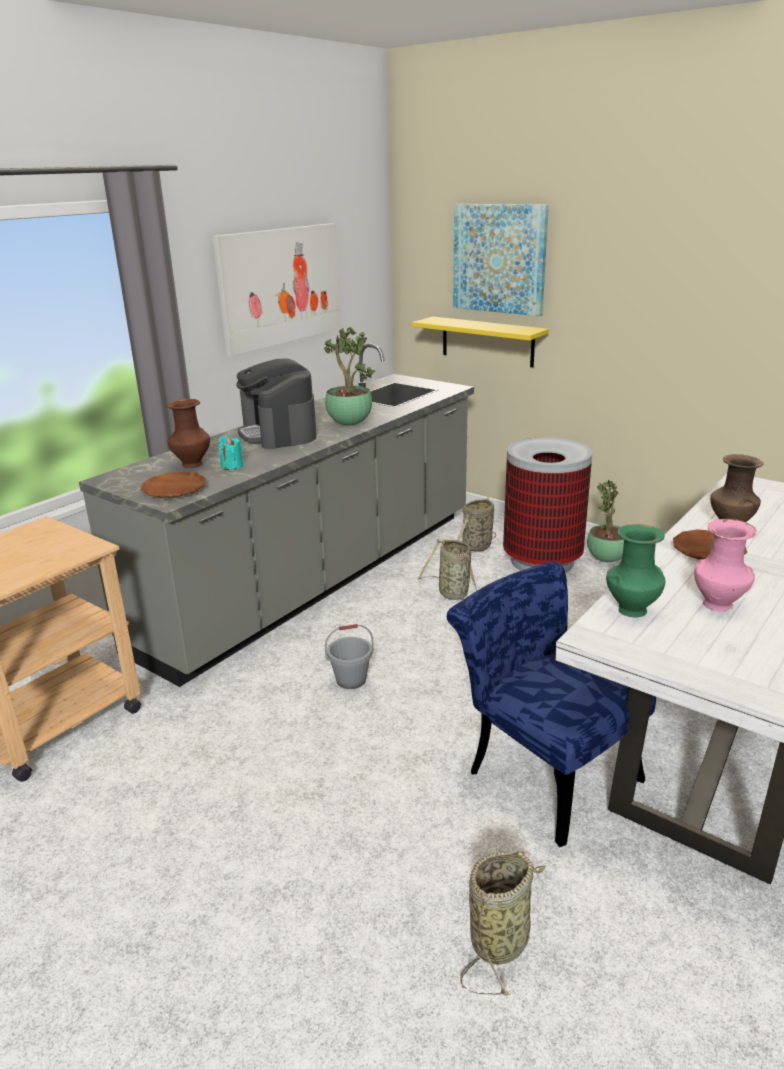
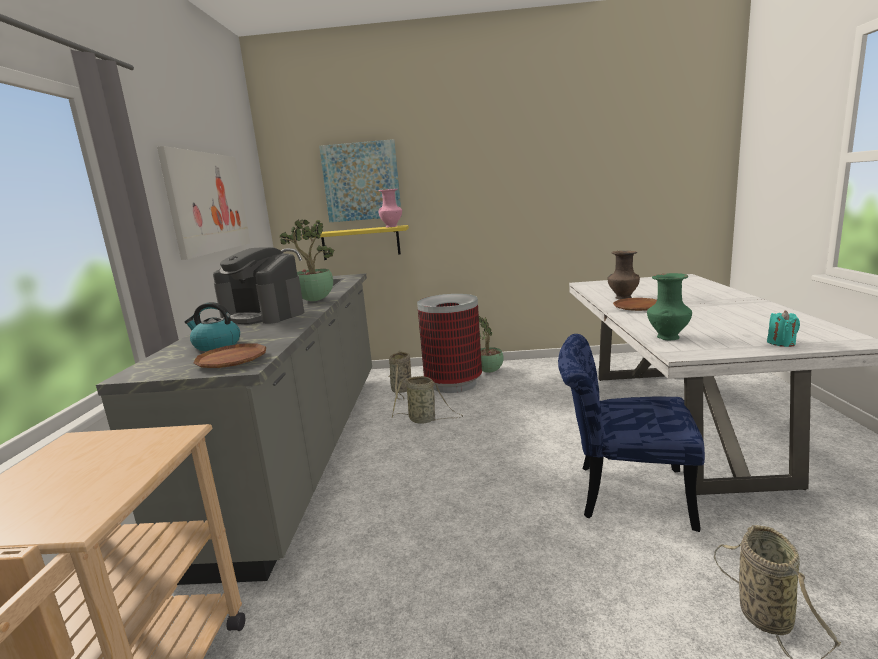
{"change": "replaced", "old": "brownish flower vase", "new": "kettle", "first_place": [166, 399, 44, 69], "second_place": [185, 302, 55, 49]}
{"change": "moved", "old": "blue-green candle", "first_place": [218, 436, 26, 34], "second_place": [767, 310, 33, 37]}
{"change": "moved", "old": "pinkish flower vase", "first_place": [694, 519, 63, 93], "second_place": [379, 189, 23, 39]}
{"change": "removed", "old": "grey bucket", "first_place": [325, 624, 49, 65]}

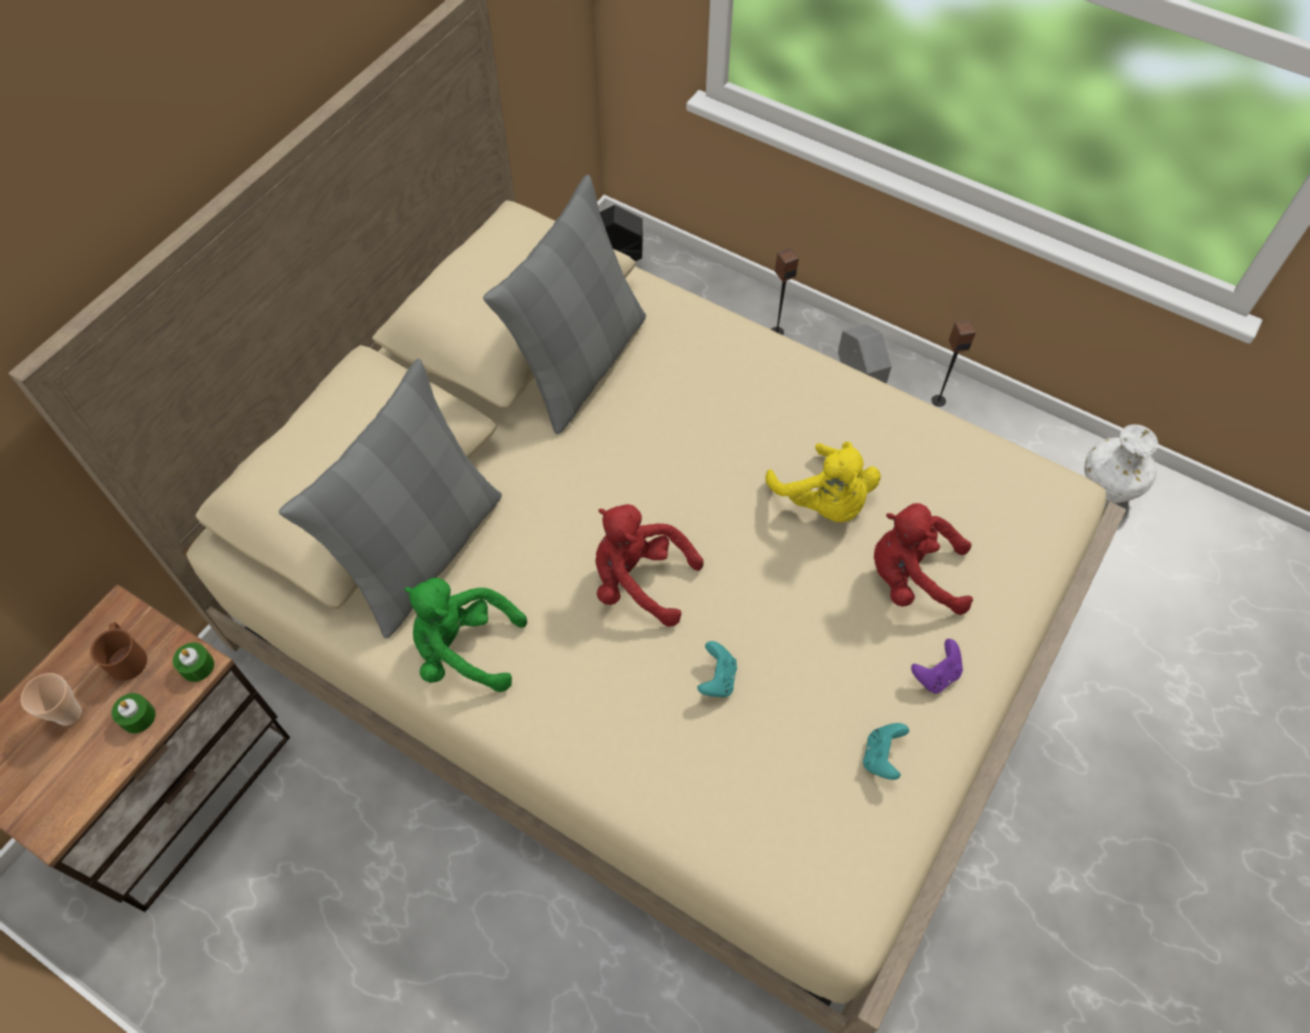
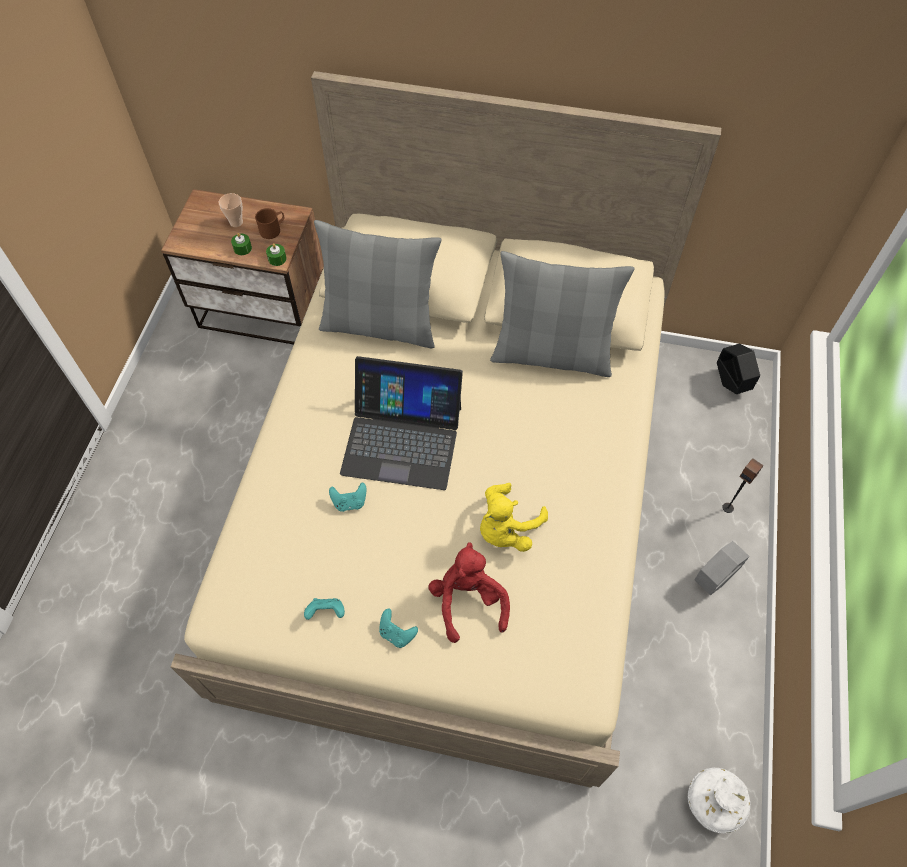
{"change": "removed", "old": "loudspeaker", "first_place": [931, 320, 45, 87]}
{"change": "replaced", "old": "red-coloured plush toy", "new": "laptop", "first_place": [596, 504, 108, 123], "second_place": [340, 356, 123, 134]}
{"change": "removed", "old": "greenish plush toy", "first_place": [404, 578, 123, 114]}
{"change": "recoloured", "old": "purplish gamepad", "new": "blue-green gamepad", "first_place": [911, 639, 52, 54], "second_place": [379, 609, 39, 39]}

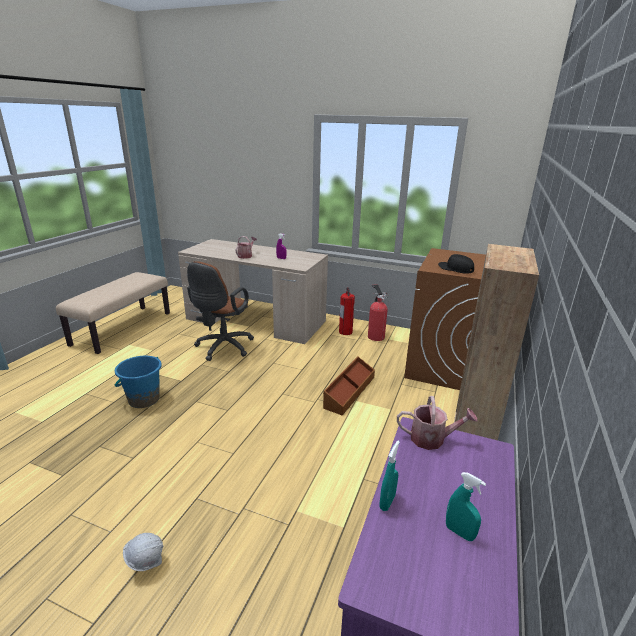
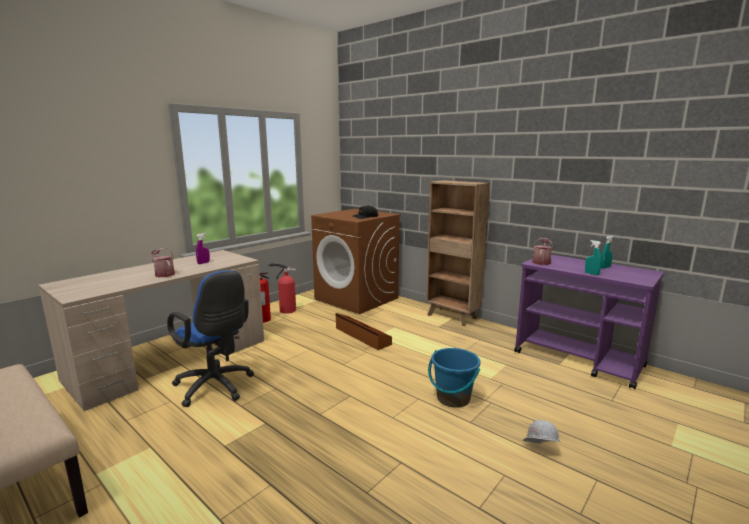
{"change": "recoloured", "old": "brownish office chair", "new": "bluish office chair", "first_place": [187, 261, 67, 100], "second_place": [167, 271, 87, 136]}
{"change": "moved", "old": "bluish bucket", "first_place": [115, 356, 47, 52], "second_place": [428, 348, 53, 60]}

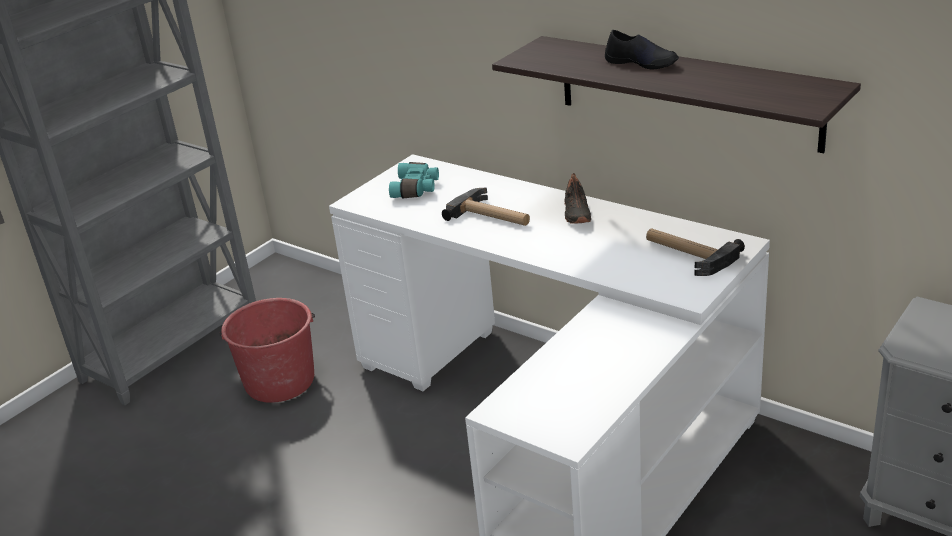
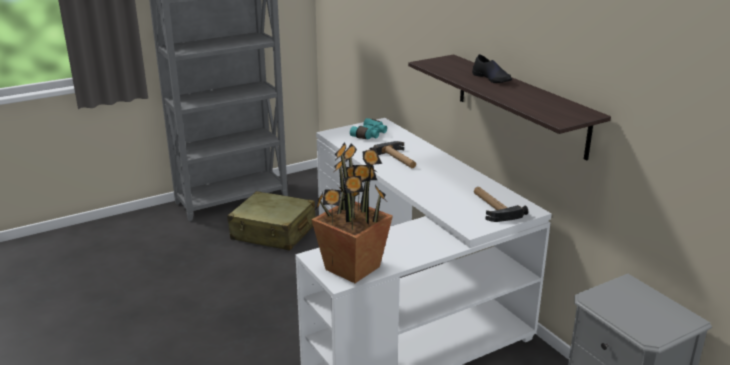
{"change": "removed", "old": "black shoe", "first_place": [564, 173, 27, 51]}
{"change": "replaced", "old": "red-coloured bucket", "new": "beige suitcase", "first_place": [220, 298, 95, 105], "second_place": [227, 191, 89, 60]}
{"change": "added", "new": "potted plant", "second_place": [311, 142, 82, 141]}

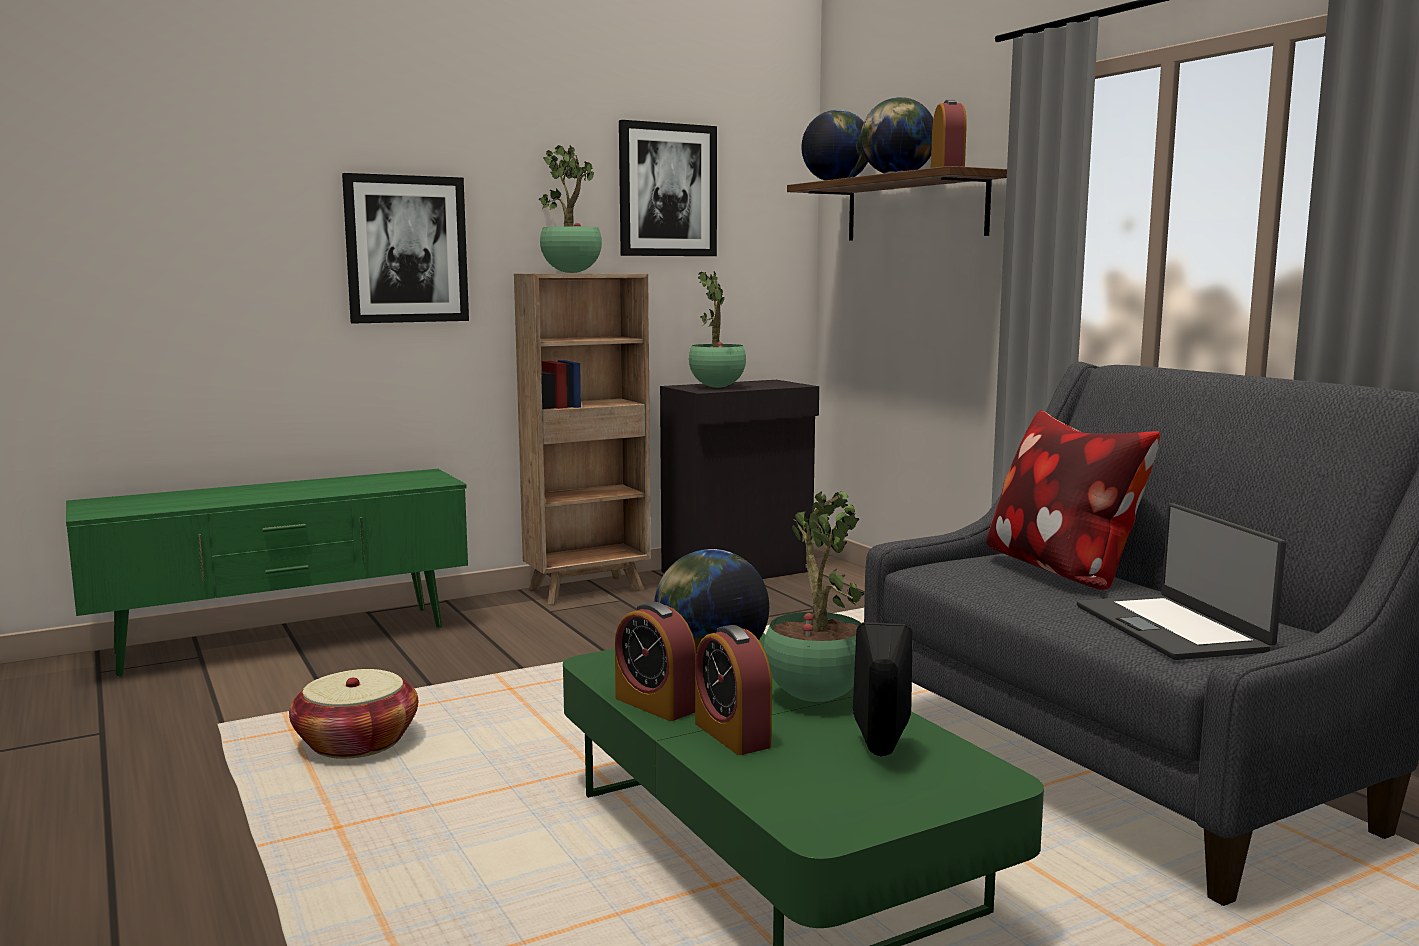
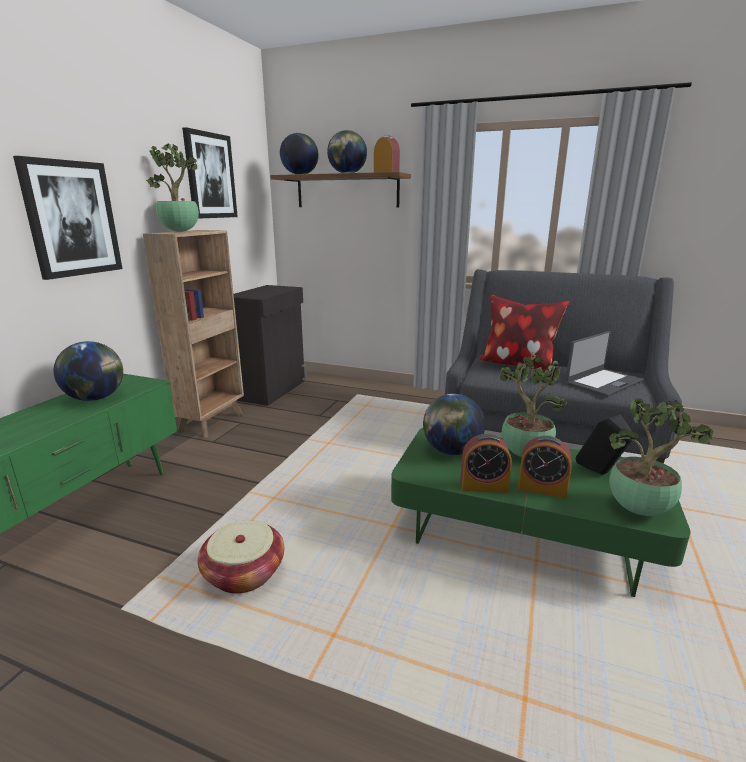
{"change": "moved", "old": "potted plant", "first_place": [689, 272, 57, 116], "second_place": [608, 399, 105, 117]}
{"change": "turned", "old": "laptop", "first_place": [1077, 503, 209, 157], "second_place": [565, 331, 78, 66], "degrees": -75}
{"change": "added", "new": "world globe", "second_place": [54, 341, 69, 60]}

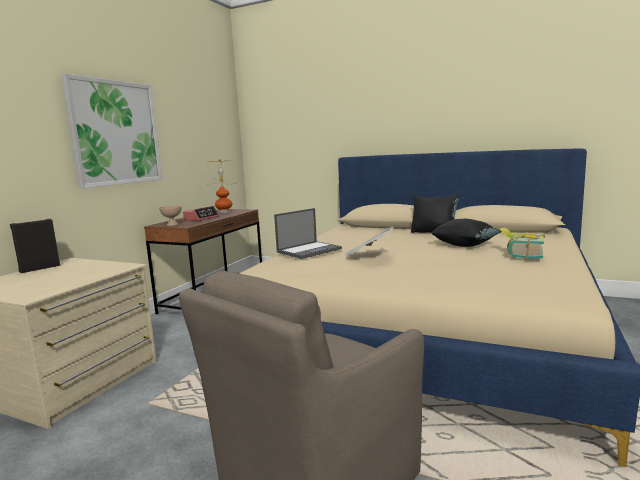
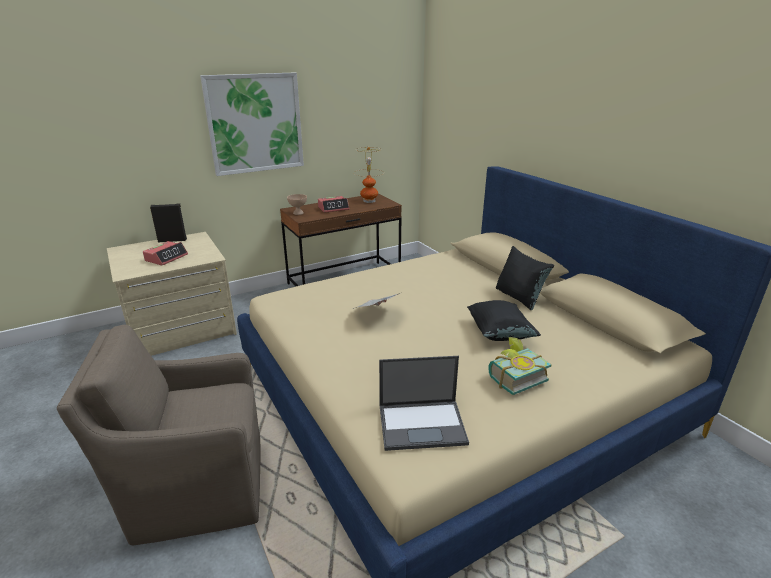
{"change": "moved", "old": "laptop", "first_place": [274, 208, 68, 51], "second_place": [379, 356, 90, 95]}
{"change": "added", "new": "bedside clock", "second_place": [143, 241, 45, 24]}

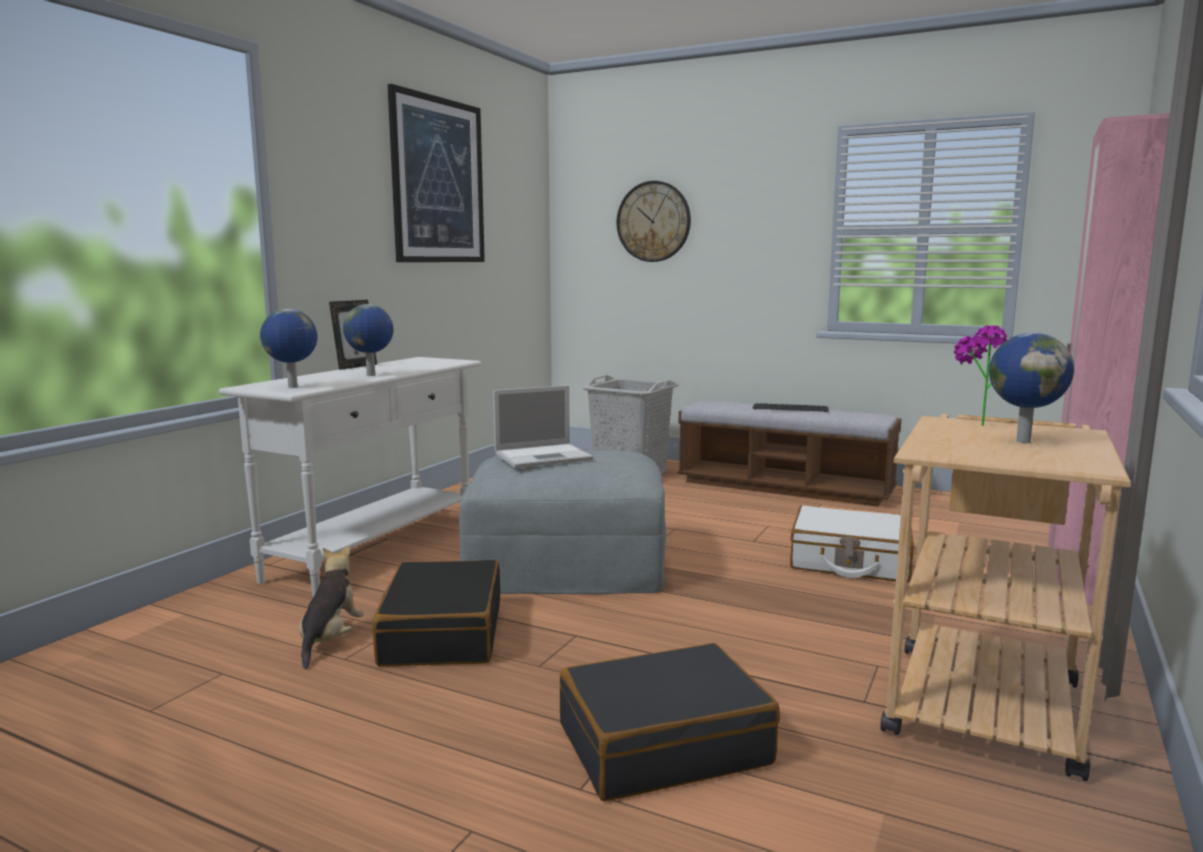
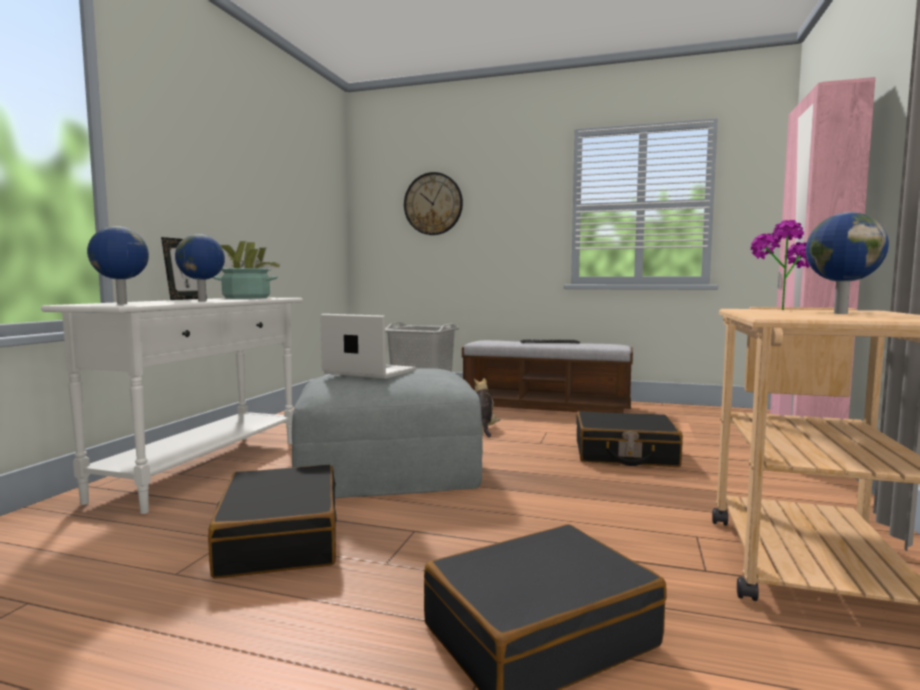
{"change": "removed", "old": "wall art", "first_place": [387, 84, 98, 178]}
{"change": "turned", "old": "laptop", "first_place": [493, 385, 100, 83], "second_place": [320, 314, 96, 65], "degrees": -120}
{"change": "recoloured", "old": "white suitcase", "new": "black suitcase", "first_place": [790, 505, 124, 78], "second_place": [576, 411, 107, 56]}
{"change": "moved", "old": "plush toy", "first_place": [299, 546, 65, 123], "second_place": [474, 378, 27, 59]}
{"change": "added", "new": "potted plant", "second_place": [213, 241, 69, 58]}

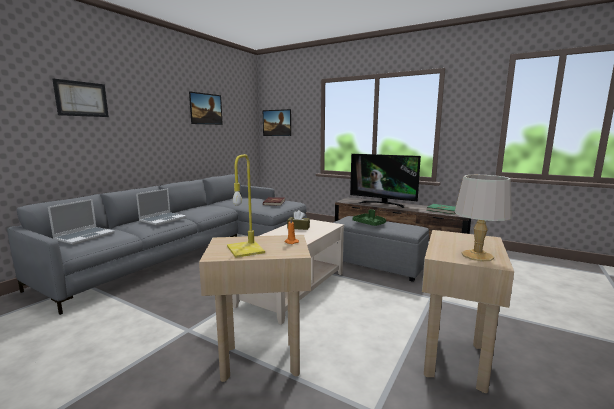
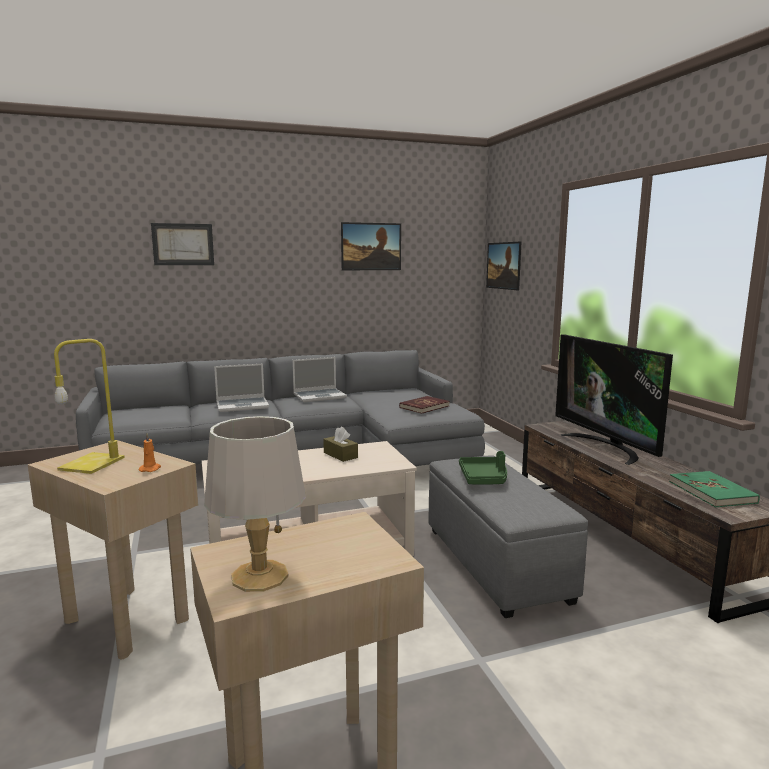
{"change": "moved", "old": "laptop", "first_place": [48, 199, 67, 46], "second_place": [293, 357, 54, 45]}

